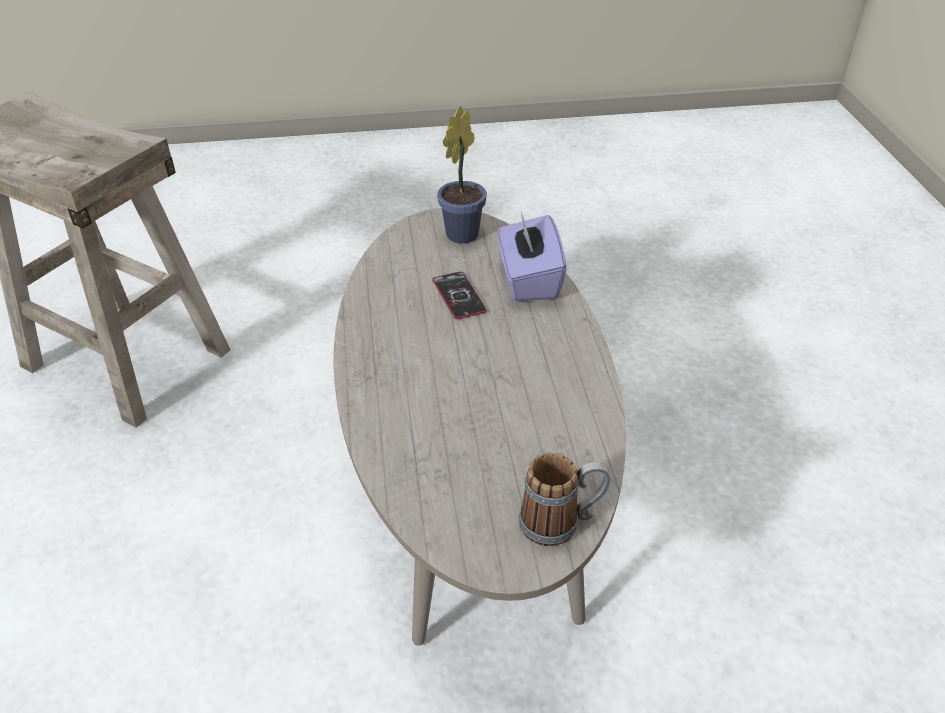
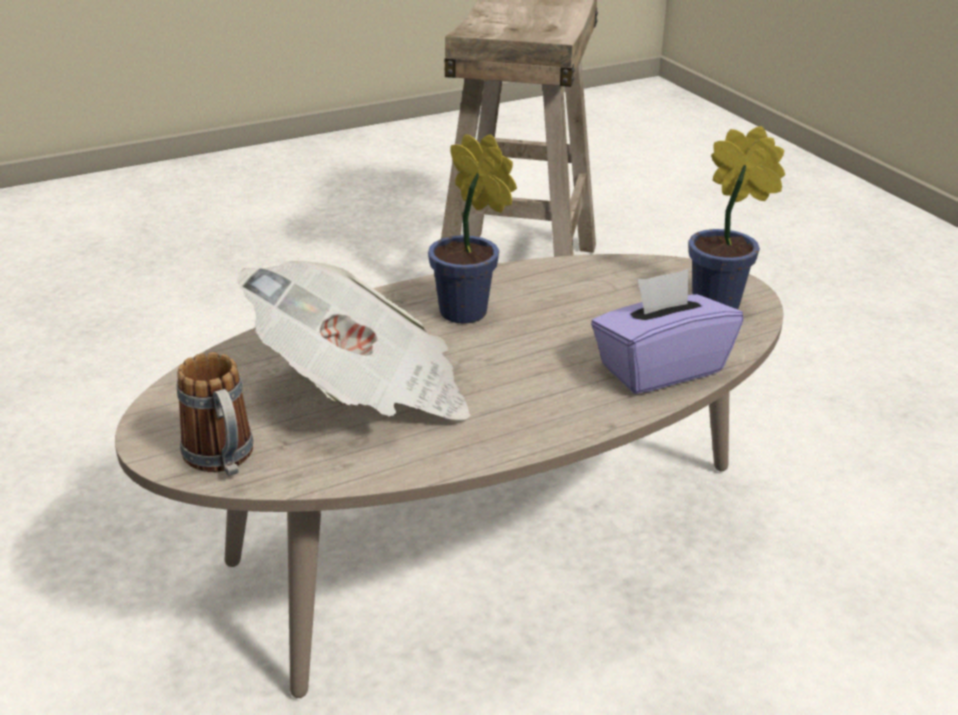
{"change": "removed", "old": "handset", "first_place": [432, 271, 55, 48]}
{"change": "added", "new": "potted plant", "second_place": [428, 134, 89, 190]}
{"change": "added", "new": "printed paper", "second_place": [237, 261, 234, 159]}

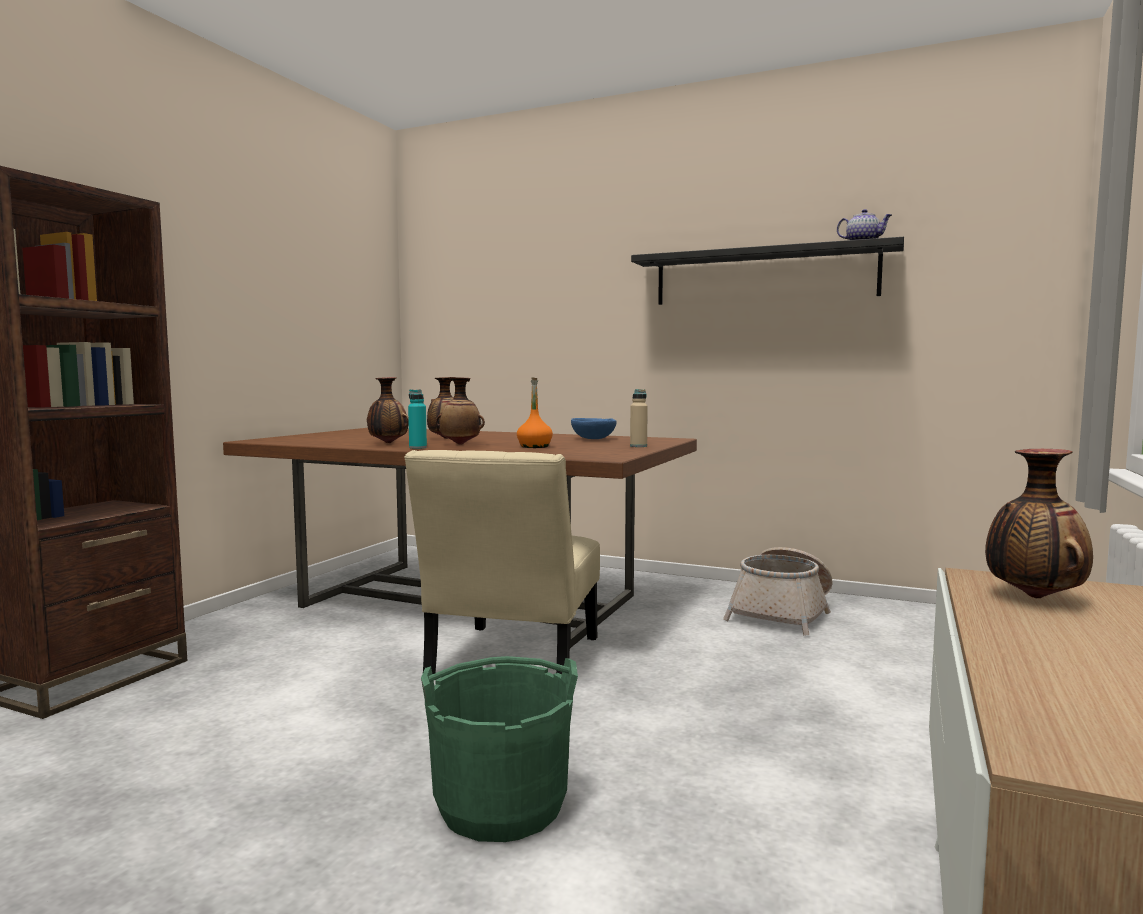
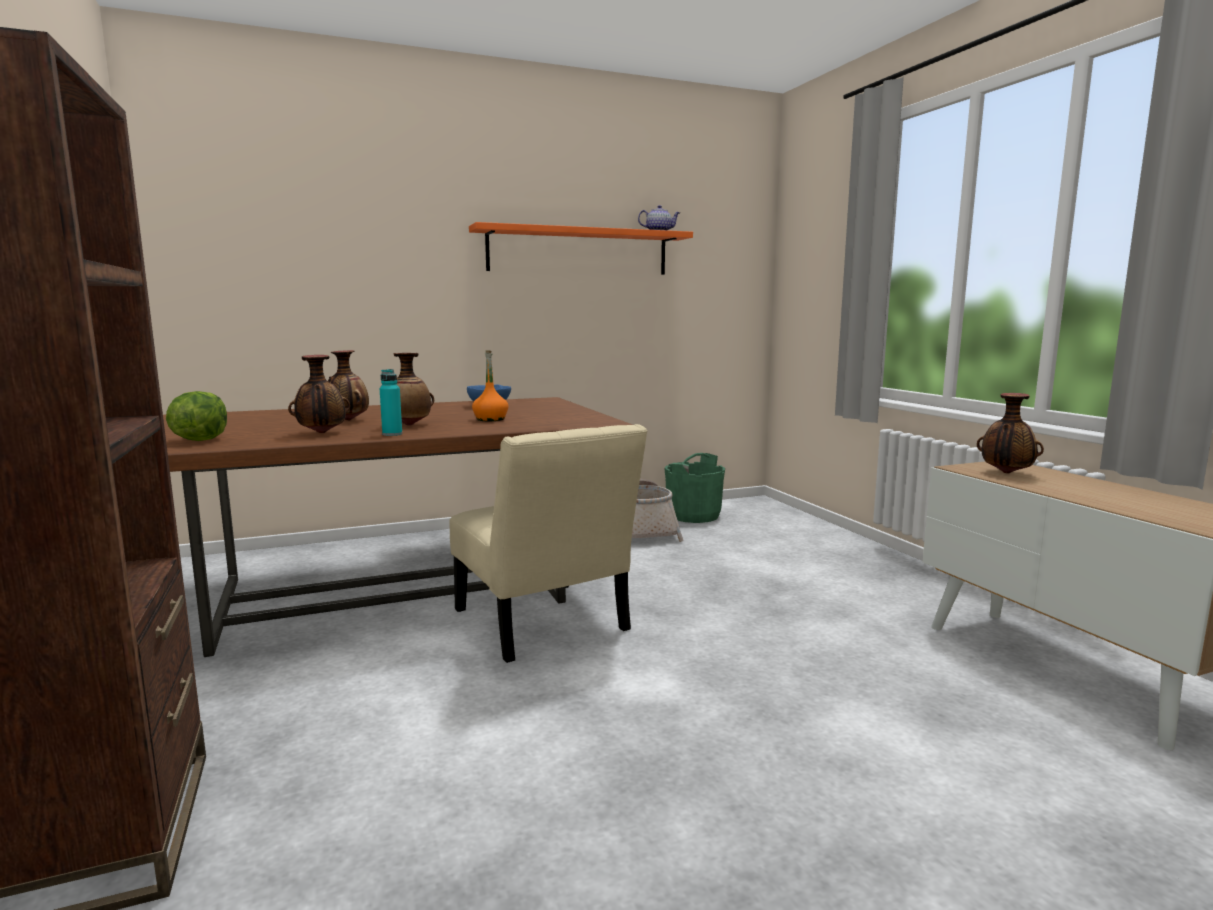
{"change": "recoloured", "old": "black wall shelf", "new": "orange-coloured wall shelf", "first_place": [631, 237, 273, 68], "second_place": [469, 222, 224, 53]}
{"change": "removed", "old": "beige drink bottle", "first_place": [630, 389, 18, 58]}
{"change": "moved", "old": "greenish bucket", "first_place": [421, 656, 157, 186], "second_place": [665, 453, 60, 70]}
{"change": "added", "new": "lettuce head", "second_place": [166, 391, 61, 50]}

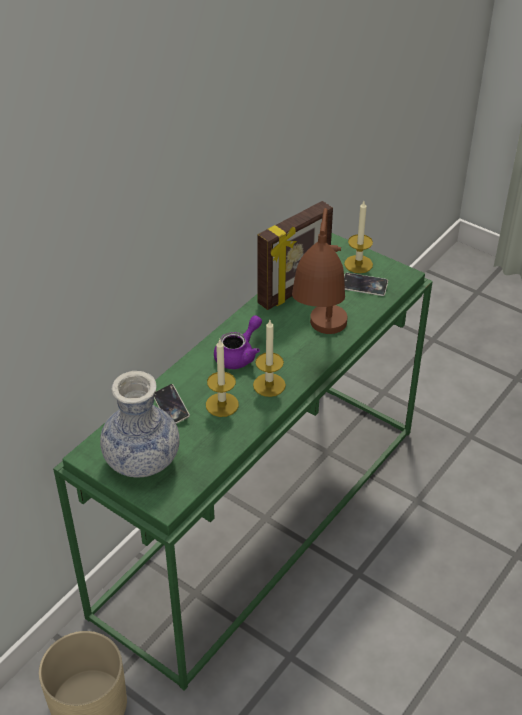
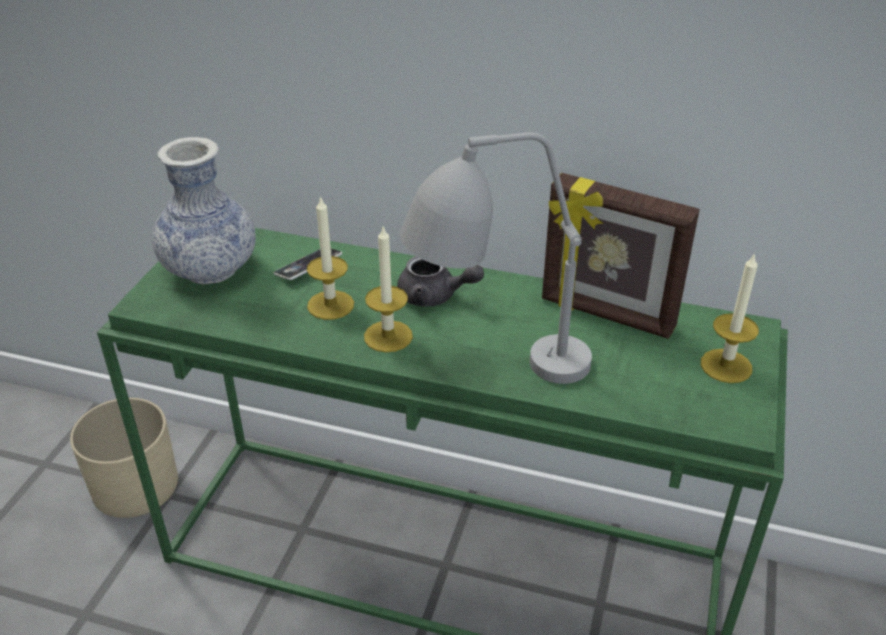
{"change": "recoloured", "old": "brownish tabletop lamp", "new": "grey tabletop lamp", "first_place": [292, 208, 55, 126], "second_place": [400, 132, 192, 252]}
{"change": "removed", "old": "handset", "first_place": [344, 273, 44, 23]}
{"change": "recoloured", "old": "purplish pot for tea", "new": "grey pot for tea", "first_place": [214, 315, 48, 54], "second_place": [397, 256, 87, 51]}

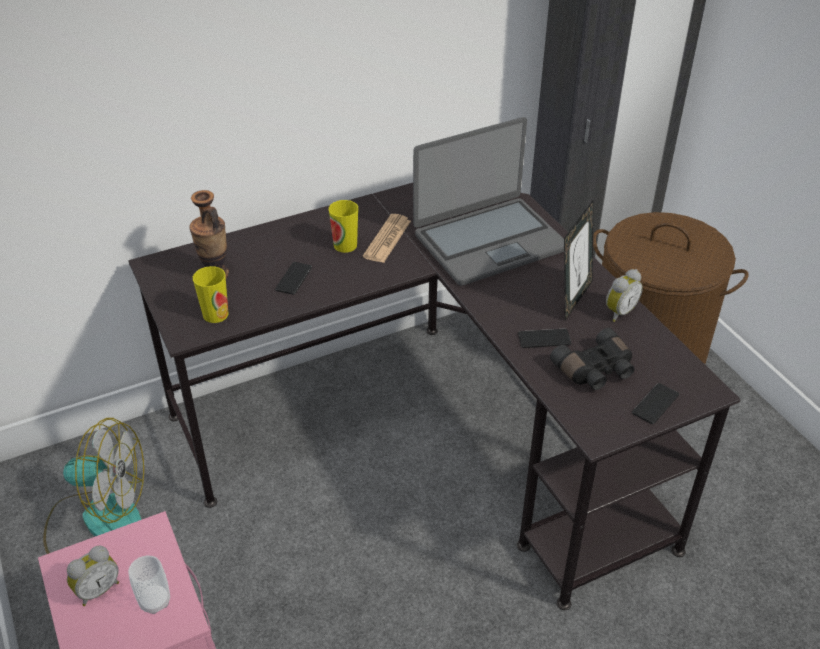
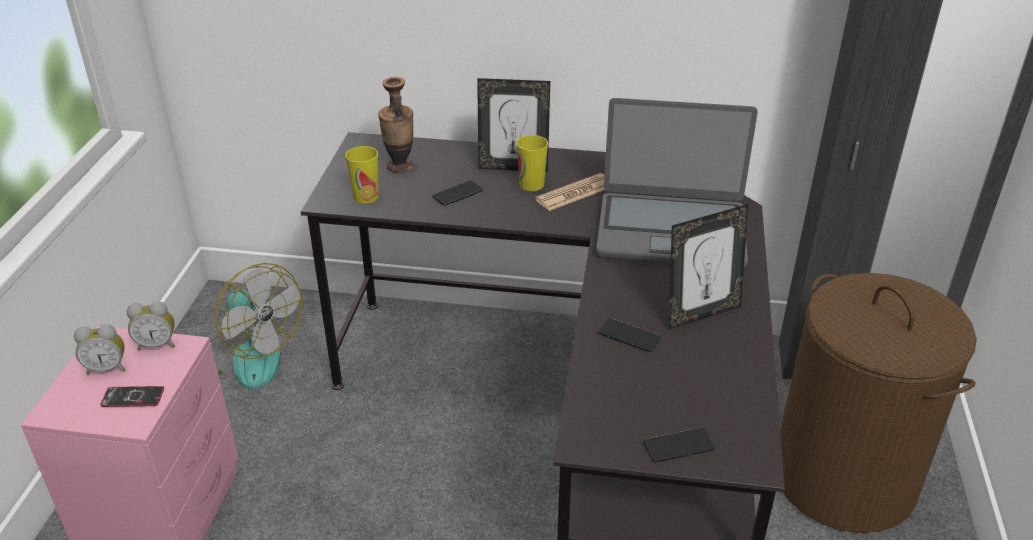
{"change": "moved", "old": "bedside clock", "first_place": [606, 269, 37, 53], "second_place": [127, 301, 48, 49]}
{"change": "removed", "old": "black binoculars", "first_place": [550, 328, 85, 62]}
{"change": "replaced", "old": "small cup", "new": "handset", "first_place": [128, 556, 42, 58], "second_place": [100, 386, 64, 21]}
{"change": "added", "new": "standing frame", "second_place": [477, 78, 73, 94]}

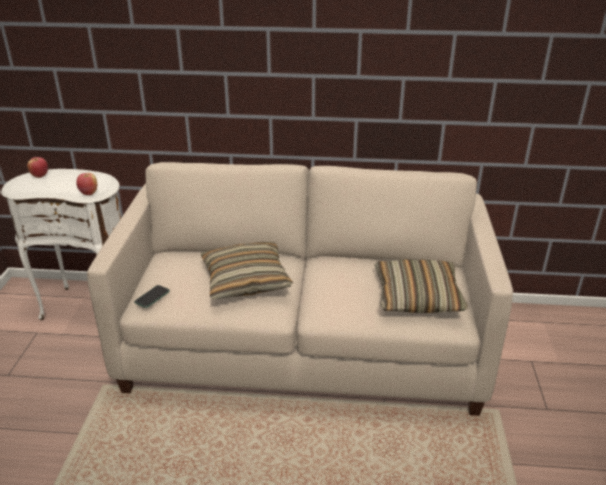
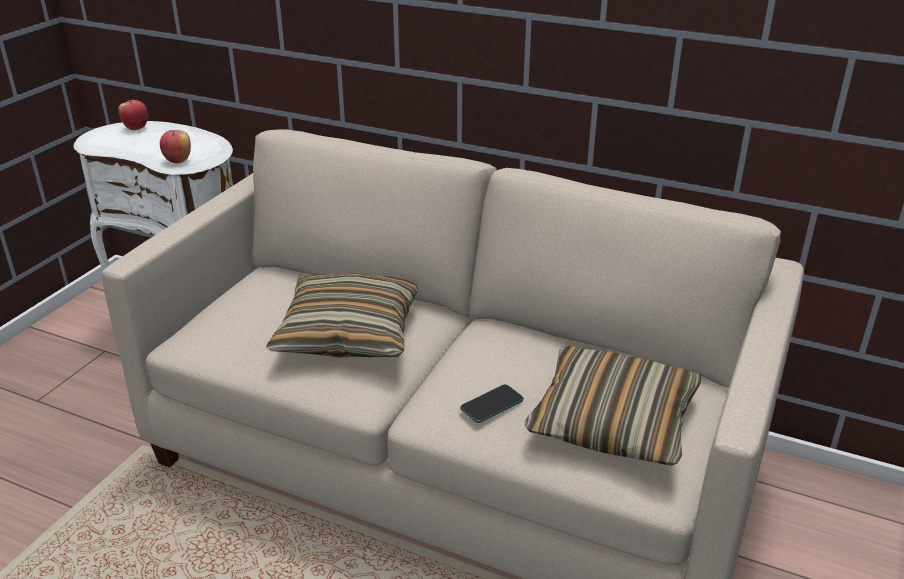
{"change": "moved", "old": "handset", "first_place": [134, 285, 36, 23], "second_place": [460, 384, 64, 39]}

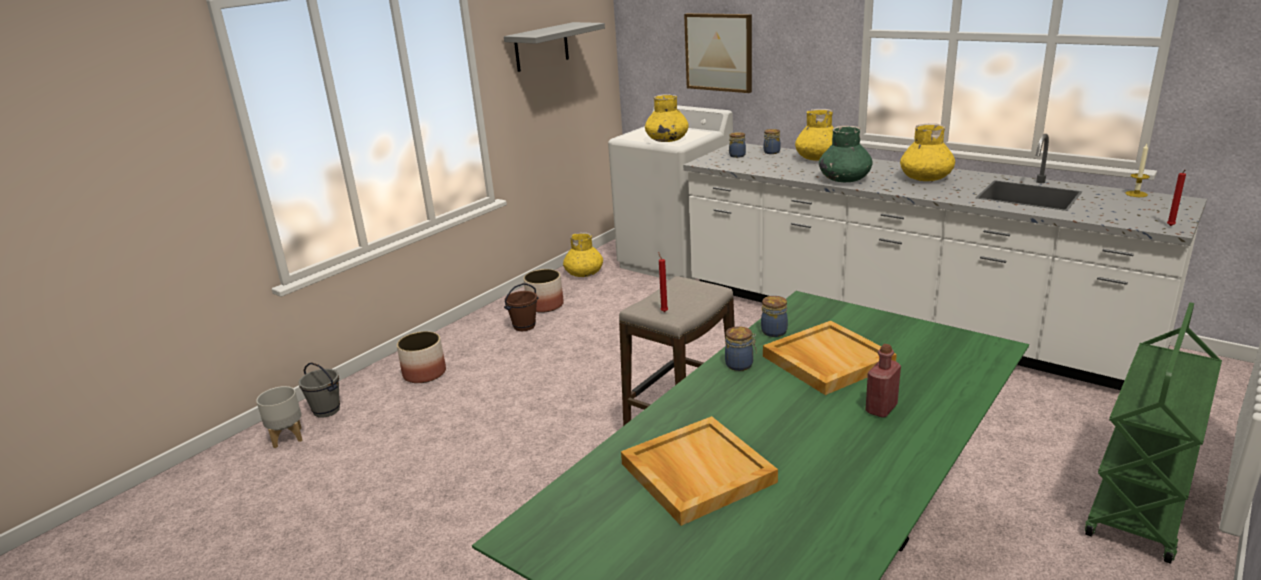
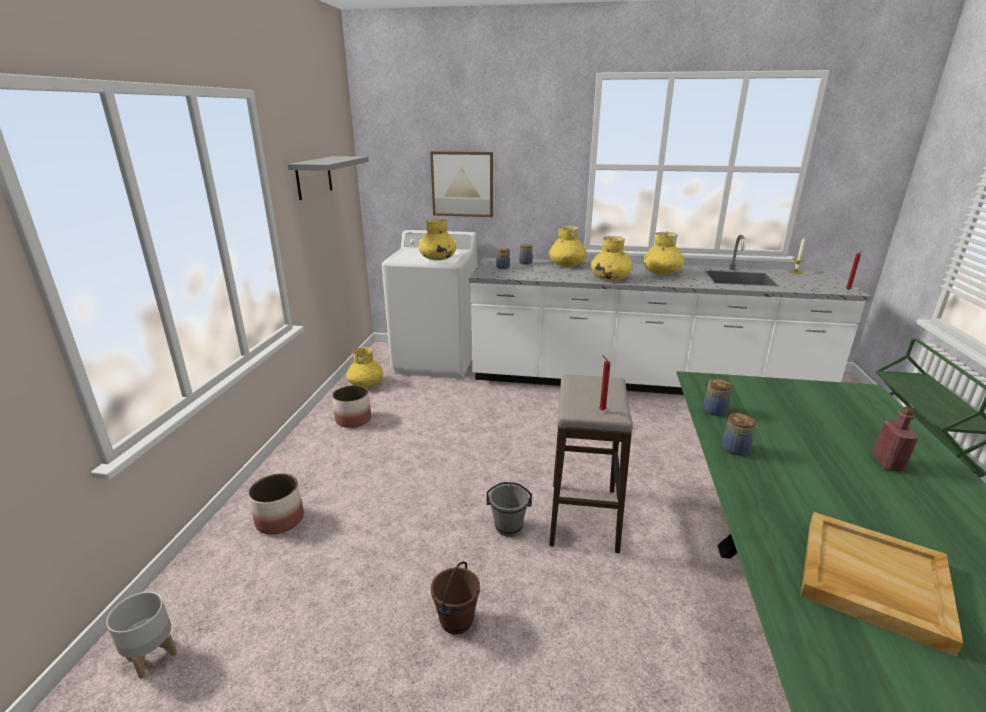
{"change": "recoloured", "old": "greenish flower vase", "new": "yellowish flower vase", "first_place": [819, 126, 53, 56], "second_place": [591, 236, 41, 45]}
{"change": "moved", "old": "brownish bucket", "first_place": [504, 283, 35, 48], "second_place": [431, 561, 49, 74]}
{"change": "removed", "old": "beige tray", "first_place": [763, 321, 134, 74]}
{"change": "moved", "old": "grey bucket", "first_place": [299, 362, 41, 56], "second_place": [486, 482, 46, 55]}

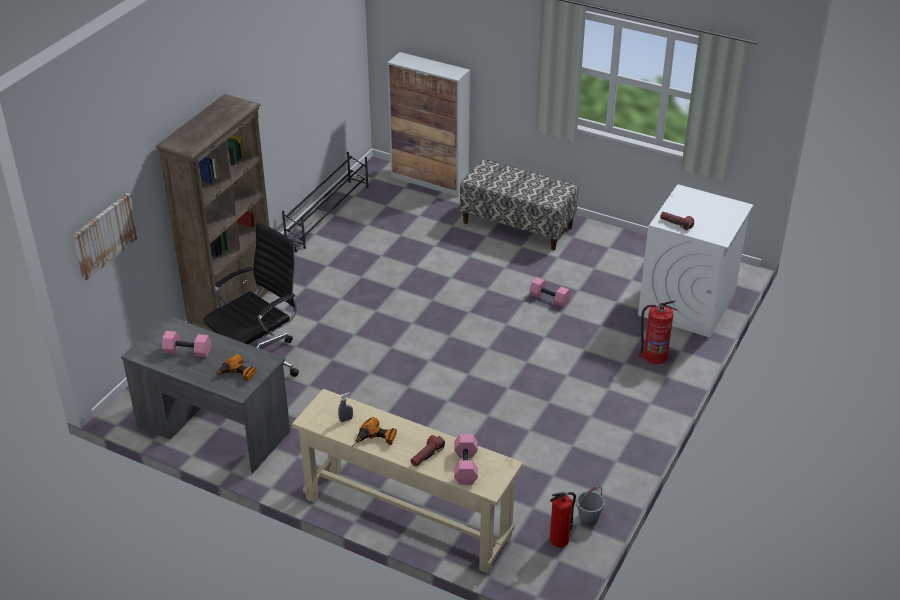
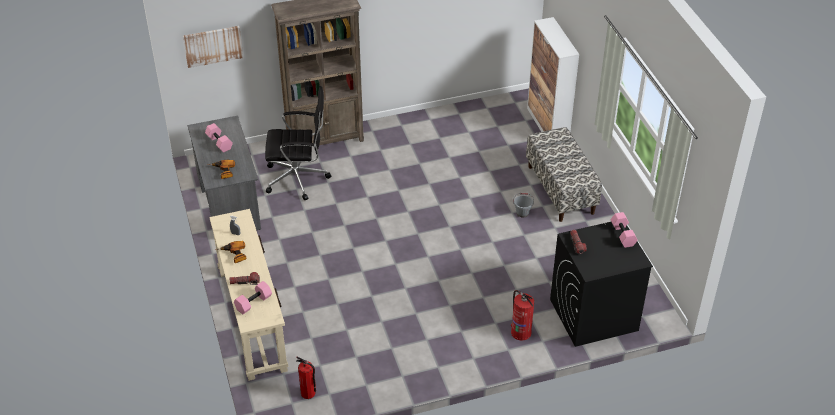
{"change": "removed", "old": "black shoe shelf", "first_place": [282, 152, 86, 97]}
{"change": "recoloured", "old": "white washing machine", "new": "black washing machine", "first_place": [638, 184, 115, 154], "second_place": [550, 222, 103, 125]}
{"change": "moved", "old": "pinkish dumbbell", "first_place": [529, 277, 42, 31], "second_place": [611, 212, 27, 36]}
{"change": "moved", "old": "grey bucket", "first_place": [576, 486, 29, 39], "second_place": [513, 193, 21, 25]}

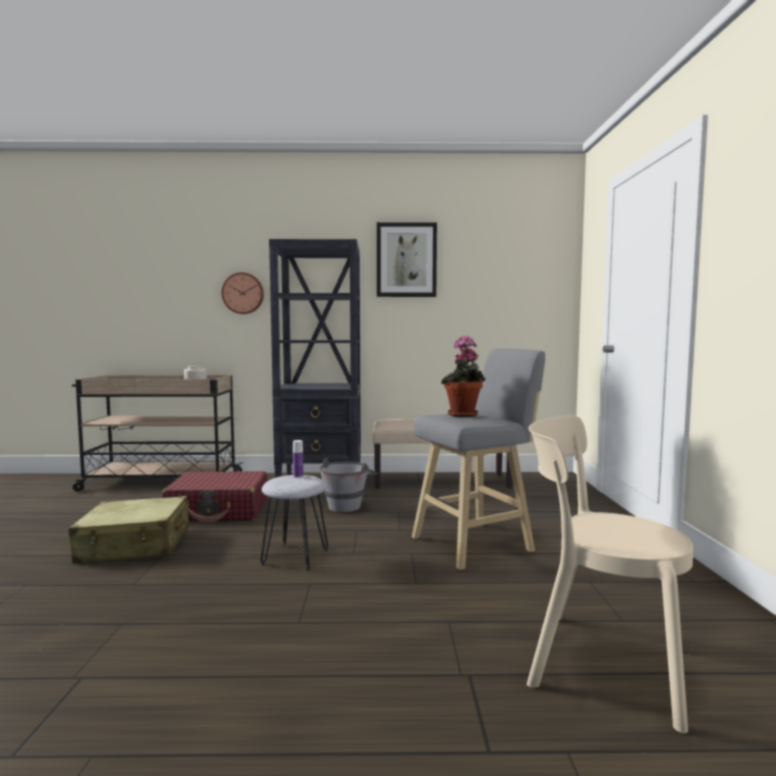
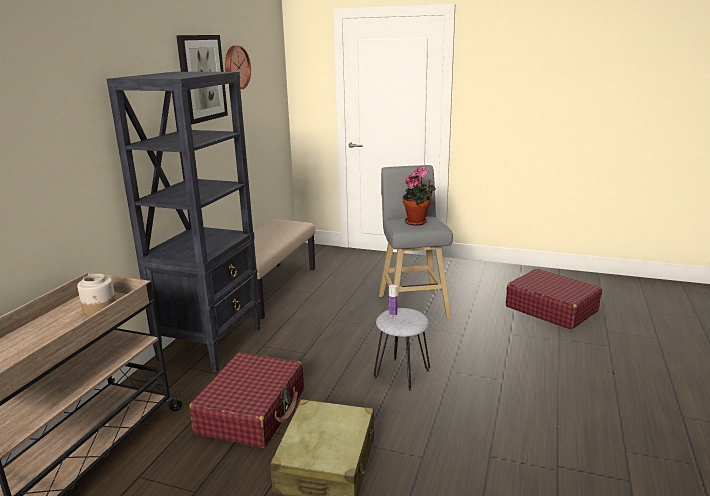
{"change": "moved", "old": "wall clock", "first_place": [221, 272, 43, 42], "second_place": [225, 45, 26, 44]}
{"change": "replaced", "old": "beige chair", "new": "red-coloured suitcase", "first_place": [527, 415, 166, 319], "second_place": [506, 269, 96, 60]}
{"change": "removed", "old": "grey bucket", "first_place": [319, 458, 58, 55]}

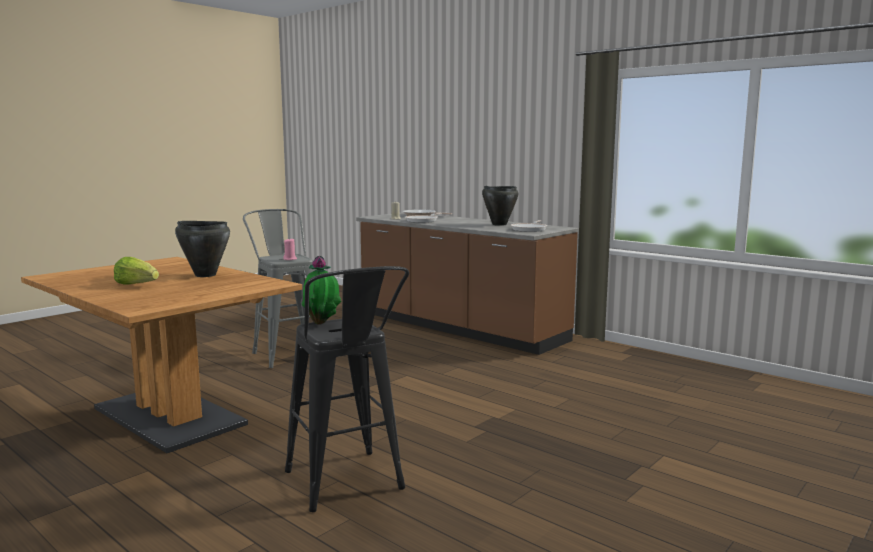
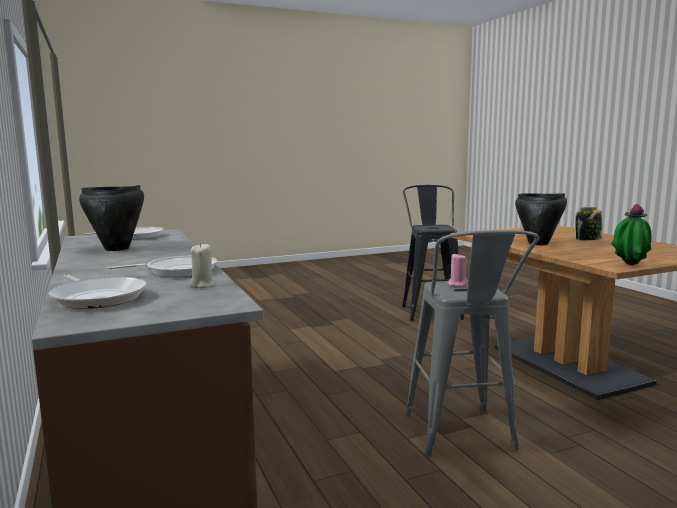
{"change": "moved", "old": "potted plant", "first_place": [302, 256, 39, 69], "second_place": [611, 204, 41, 61]}
{"change": "replaced", "old": "lettuce head", "new": "jar", "first_place": [114, 257, 45, 28], "second_place": [576, 207, 26, 33]}

